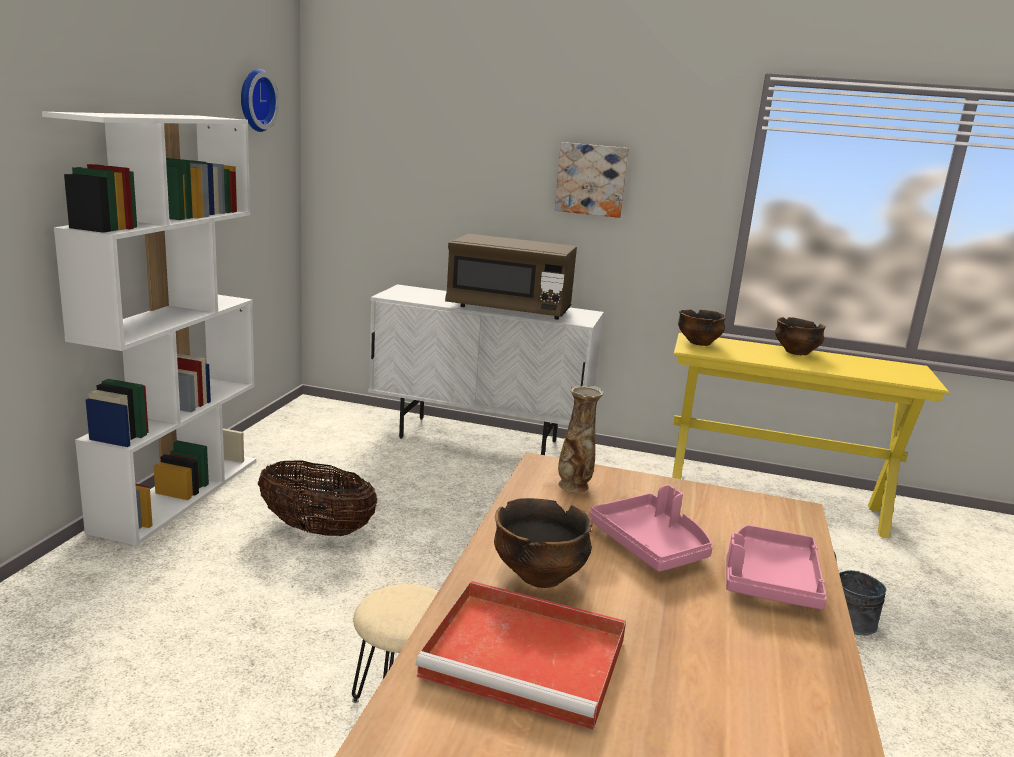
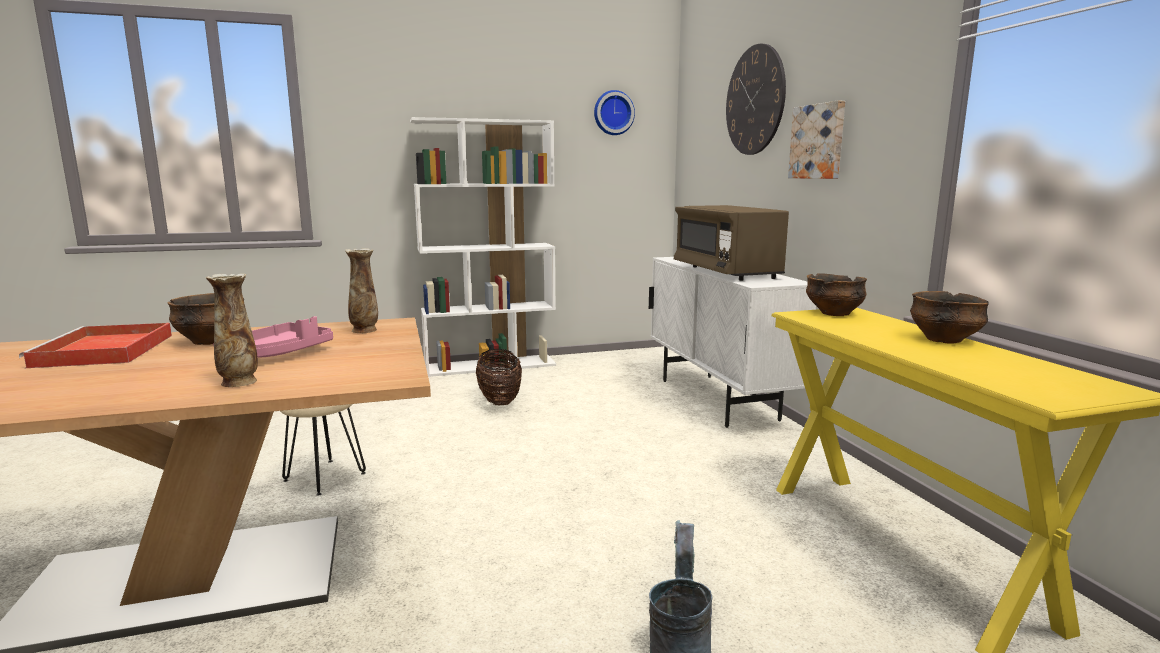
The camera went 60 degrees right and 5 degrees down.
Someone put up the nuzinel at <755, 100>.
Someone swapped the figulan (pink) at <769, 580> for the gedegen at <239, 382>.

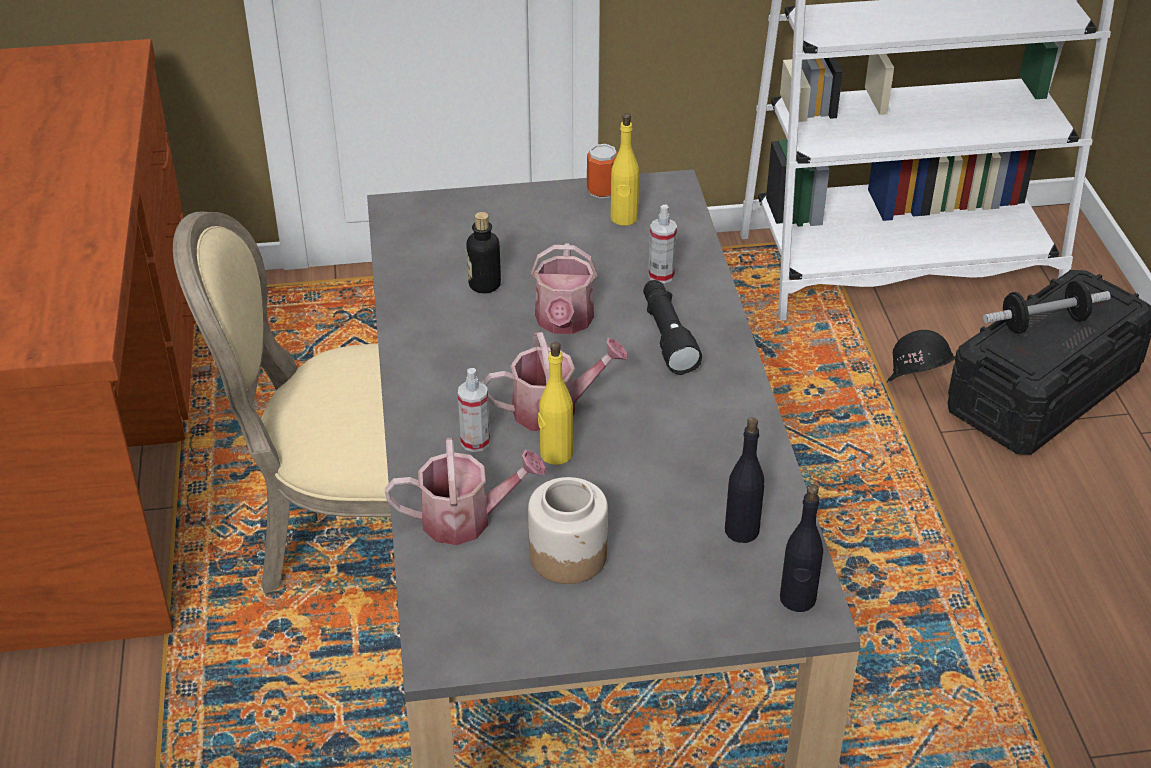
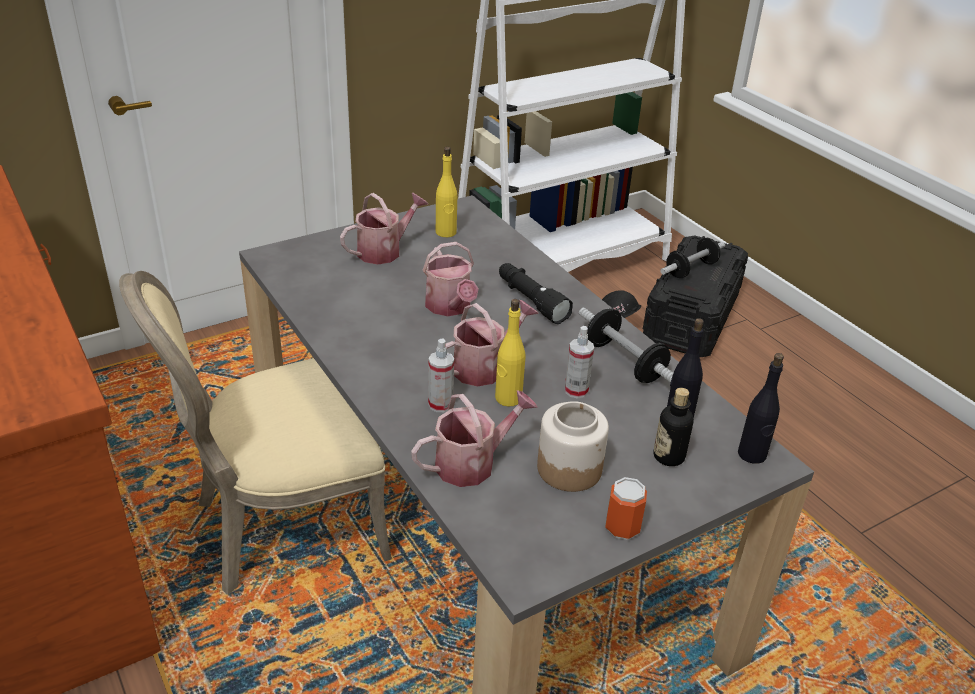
The camera went 25 degrees left and 5 degrees down.
Someone put down the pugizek at <384, 250>.
Someone put down the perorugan at <625, 362>.
Someone carried the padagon from <484, 284> to <668, 456>.
Someone carried the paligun from <602, 190> to <622, 527>.
Someone carried the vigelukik from <661, 275> to <576, 390>.

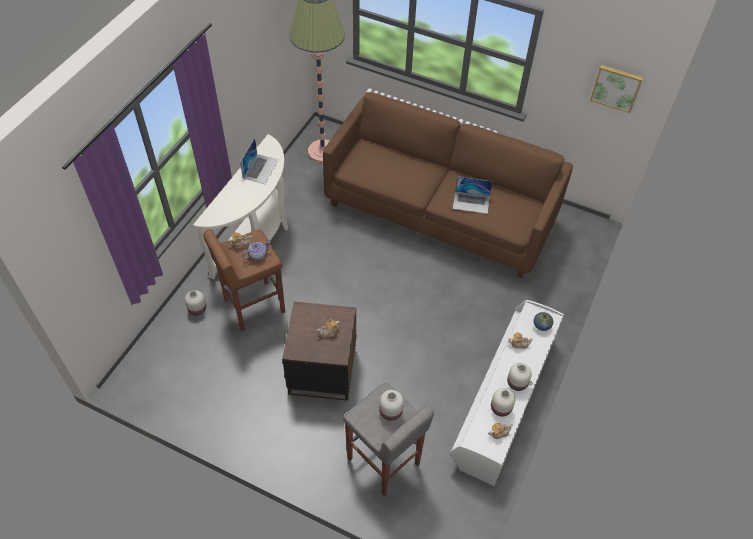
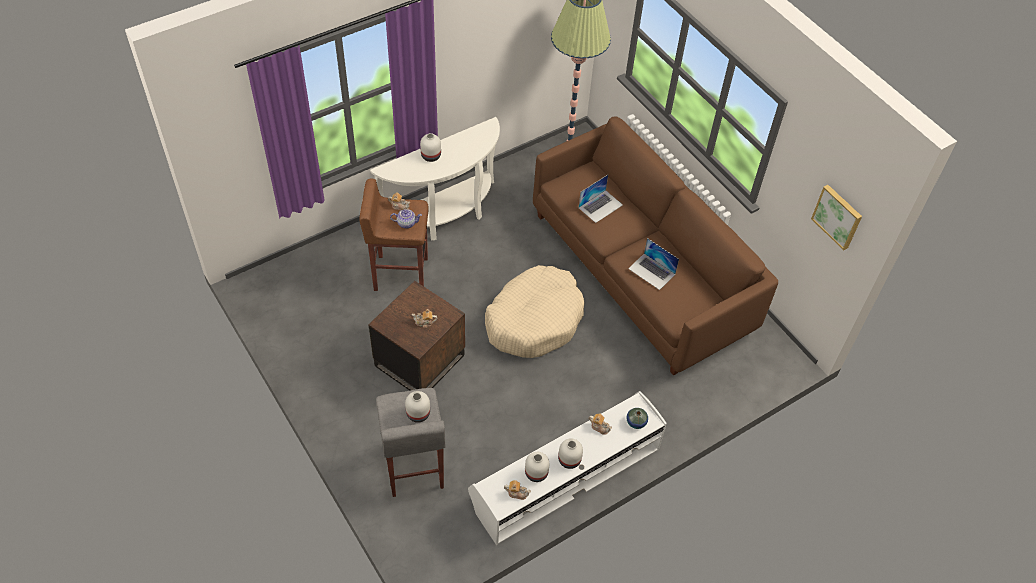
The camera went 30 degrees right and 0 degrees up.
Someone put down the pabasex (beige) at <534, 320>.
Someone carried the gedegen (white) from <197, 309> to <430, 156>.
Someone carried the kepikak from <260, 169> to <600, 206>.

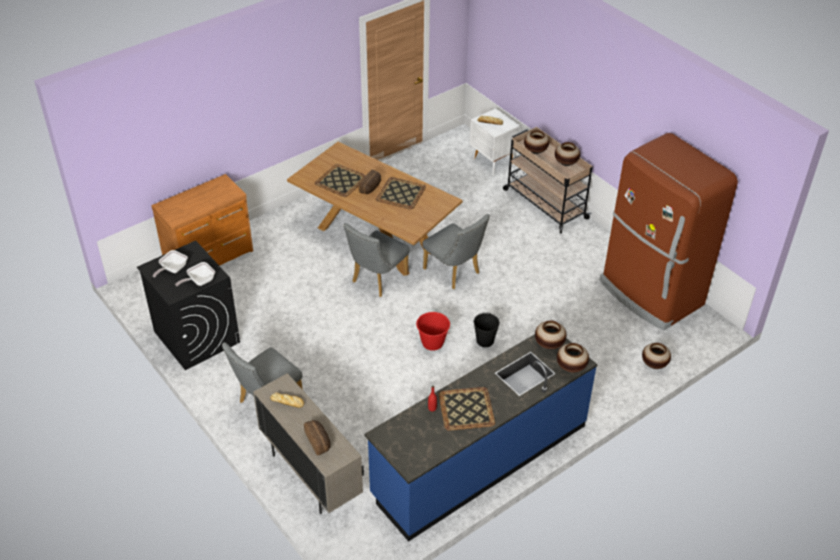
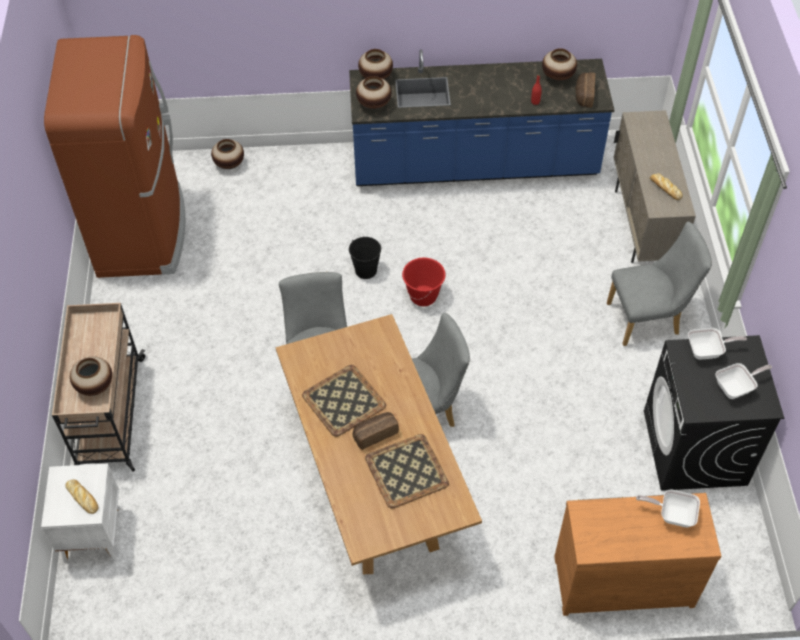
The camera went 145 degrees left and 10 degrees up.
Someone took away the figulan at <467, 409>.
Someone put down the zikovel at <672, 514>.
Someone carried the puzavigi from <319, 441> to <583, 95>.
Someone carried the gedegen from <566, 163> to <557, 77>.

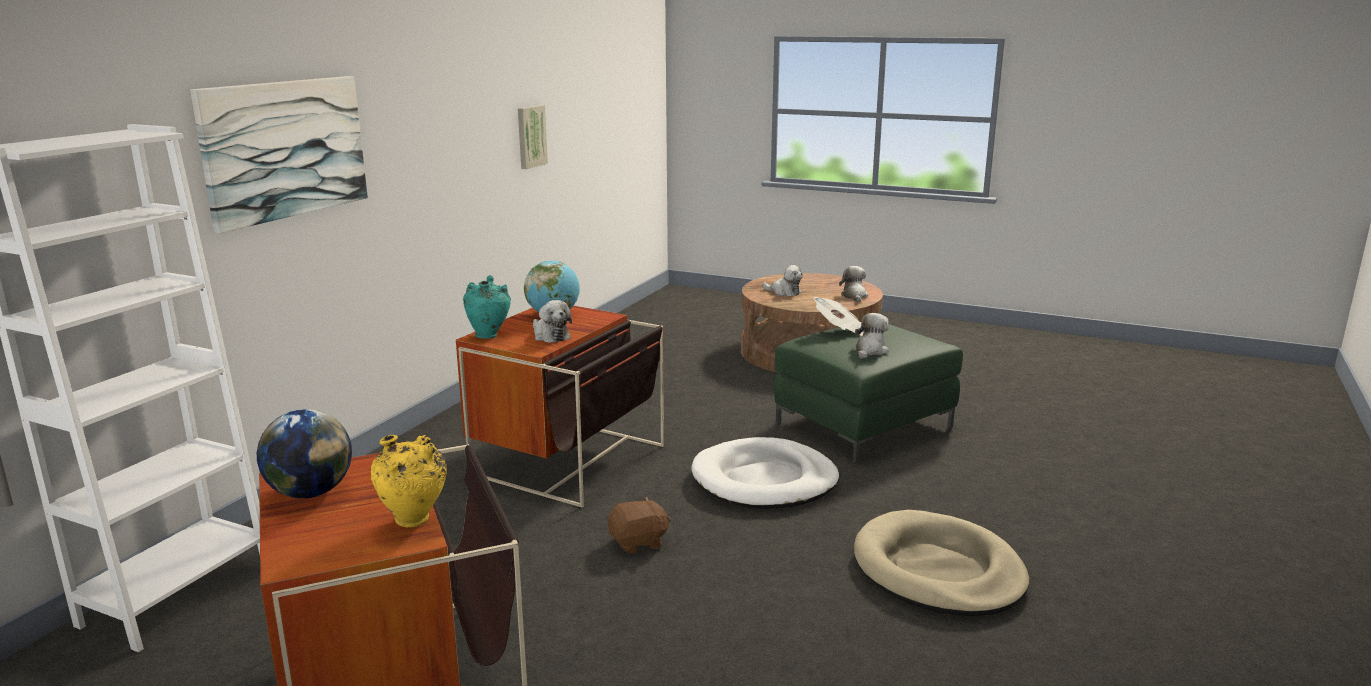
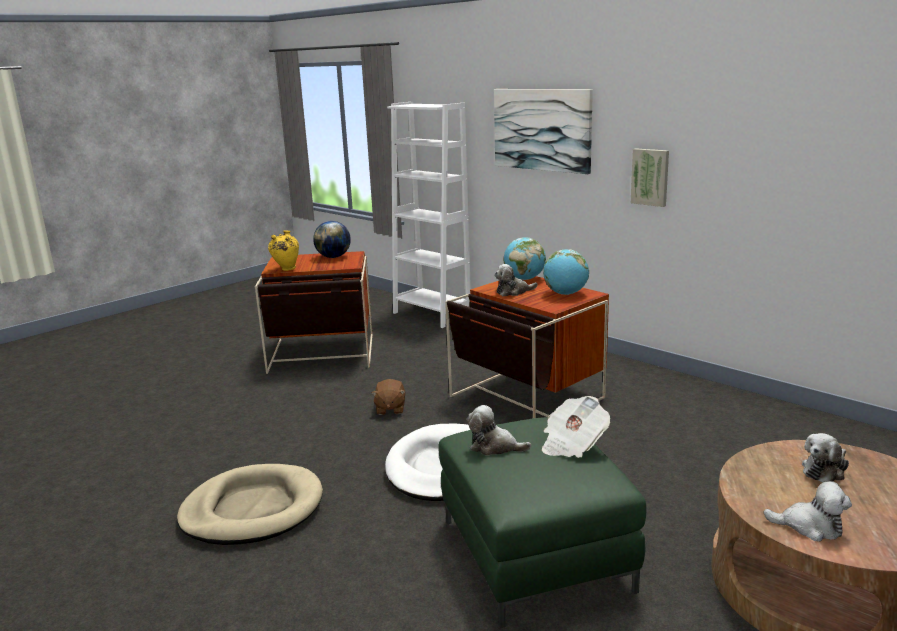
The camera went 110 degrees right and 0 degrees up.
Someone carried the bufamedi from <530, 136> to <650, 177>.
Someone swapped the gedegen (turquoise) at <489, 335> for the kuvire at <524, 279>.
Someone rotated the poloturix at <870, 350> by 150 degrees clockwise.

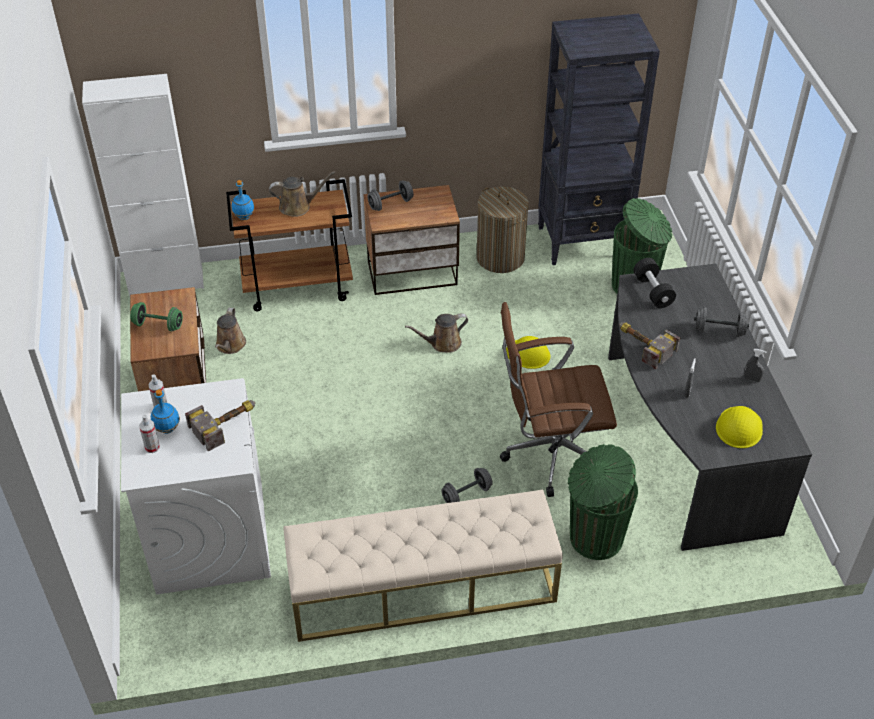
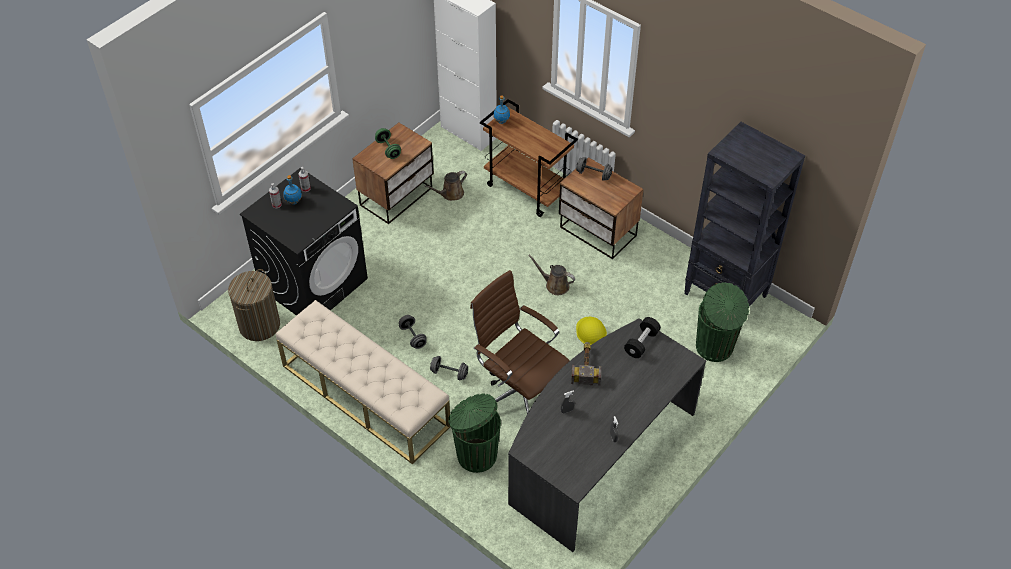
The camera went 50 degrees right and 5 degrees up.
Someone took away the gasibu at <227, 423>.
Someone took away the pugizek (brown) at <298, 206>.
Someone took away the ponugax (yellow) at <739, 427>.
Someone carried the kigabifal from <500, 257> to <259, 325>.
Someone carried the perorugan (grey) from <719, 331> to <413, 337>.
Someone repainted the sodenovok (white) at <210, 536>, which became the sodenovok (black) at <314, 283>.

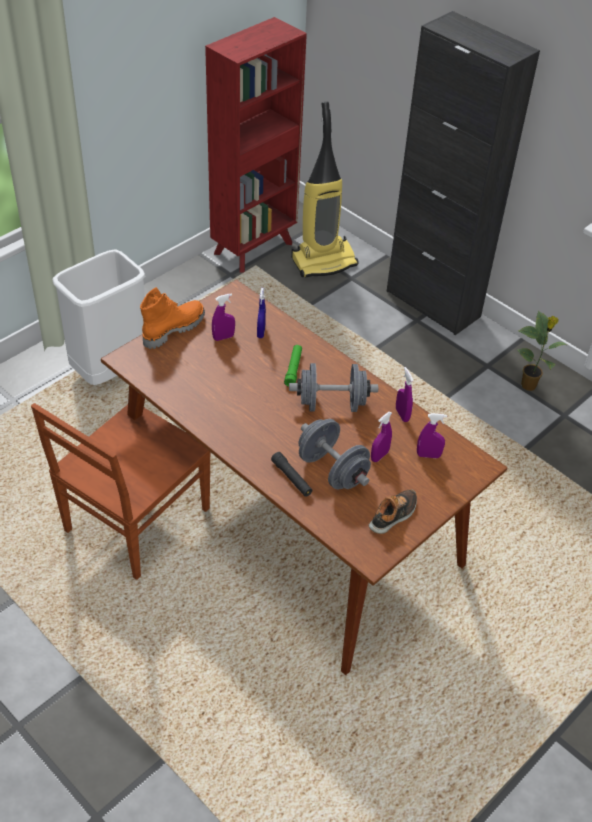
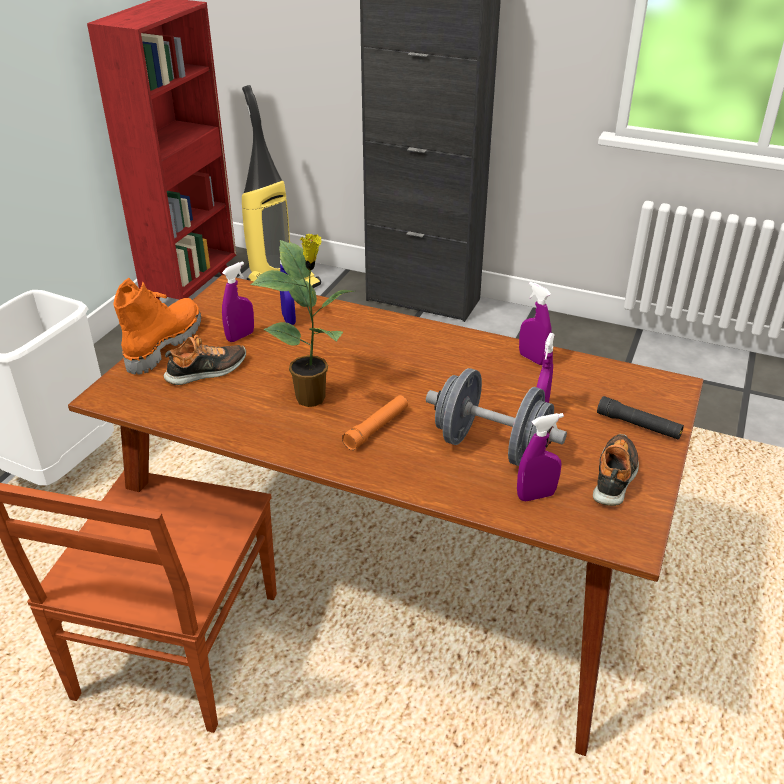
The camera went 20 degrees left and 10 degrees down.
Someone took away the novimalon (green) at <293, 369>.
Someone took away the perorugan (grey) at <332, 404>.
Someone put down the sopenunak at <207, 371>.
Someone put down the novimalon (orange) at <376, 428>.
Someone carried the novimalon (black) from <291, 478> to <638, 425>.
Someone carried the vigelukik (purple) from <428, 455> to <536, 495>.
Someone carried the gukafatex from <529, 386> to <312, 398>.

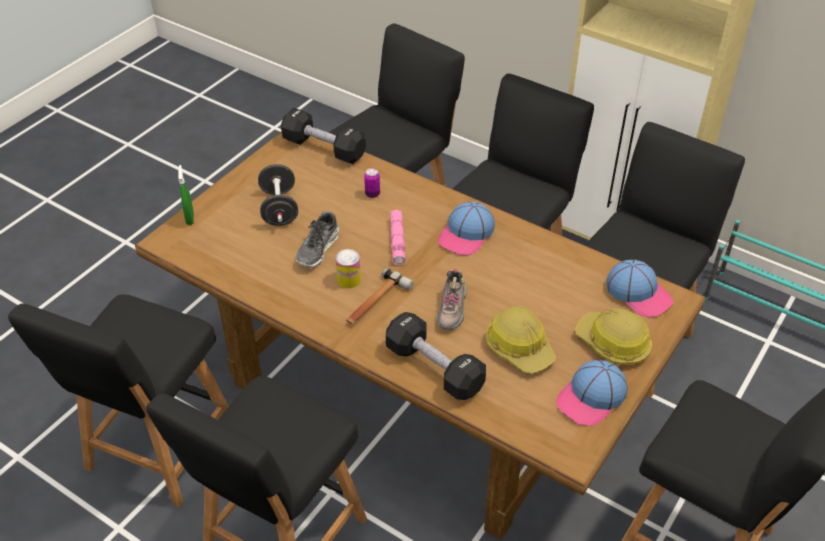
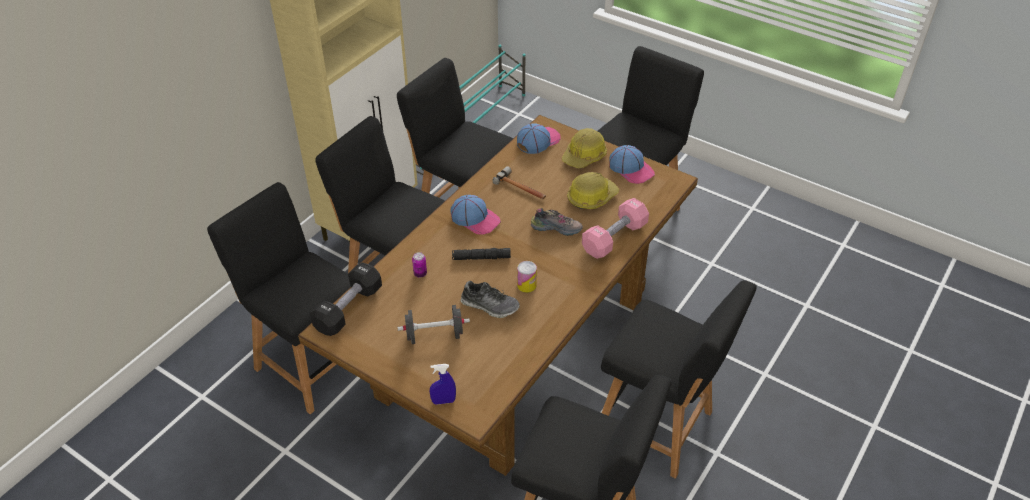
The camera went 90 degrees left and 0 degrees up.
Someone carried the gasibu from <376, 302> to <521, 188>.
Someone repainted the vigelukik (green) at <190, 218>, which became the vigelukik (blue) at <443, 401>.
Someone repainted the perorugan (black) at <434, 368>, which became the perorugan (pink) at <614, 238>.
Someone repainted the novimalon (pink) at <397, 241>, which became the novimalon (black) at <481, 258>.

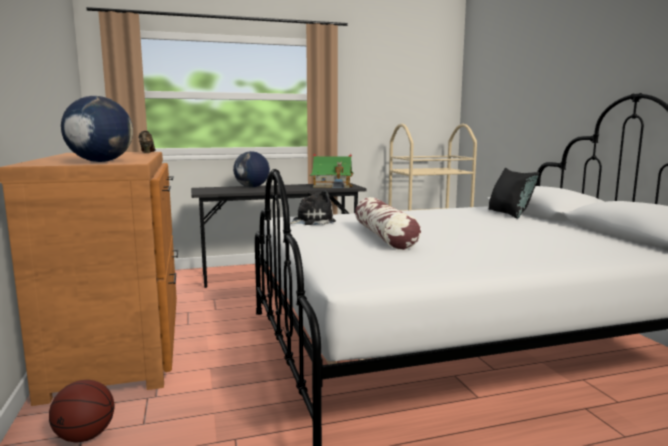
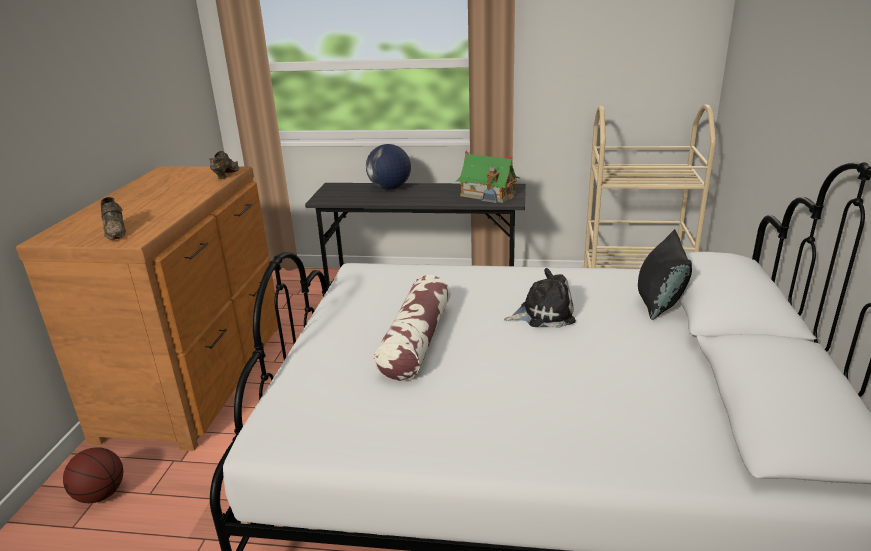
The camera went 25 degrees right and 15 degrees up.
Someone carried the poloturix from <311, 221> to <543, 314>.
Someone swapped the kuvire at <100, 161> for the sopenunak (brown) at <116, 231>.

